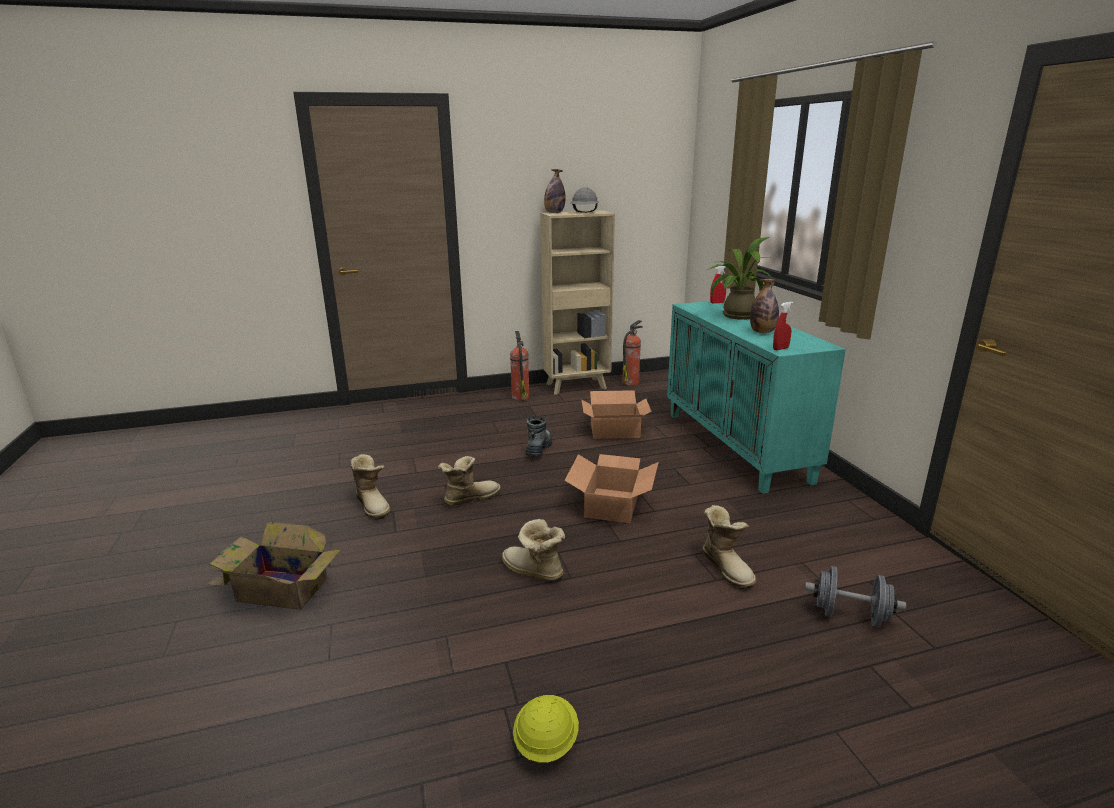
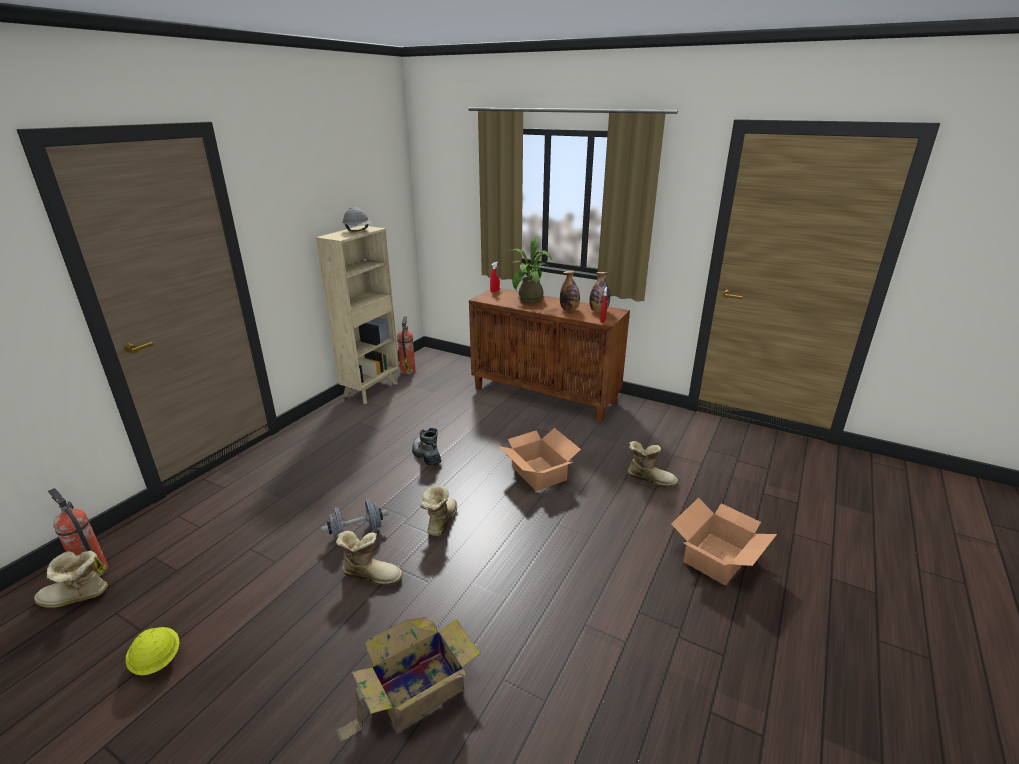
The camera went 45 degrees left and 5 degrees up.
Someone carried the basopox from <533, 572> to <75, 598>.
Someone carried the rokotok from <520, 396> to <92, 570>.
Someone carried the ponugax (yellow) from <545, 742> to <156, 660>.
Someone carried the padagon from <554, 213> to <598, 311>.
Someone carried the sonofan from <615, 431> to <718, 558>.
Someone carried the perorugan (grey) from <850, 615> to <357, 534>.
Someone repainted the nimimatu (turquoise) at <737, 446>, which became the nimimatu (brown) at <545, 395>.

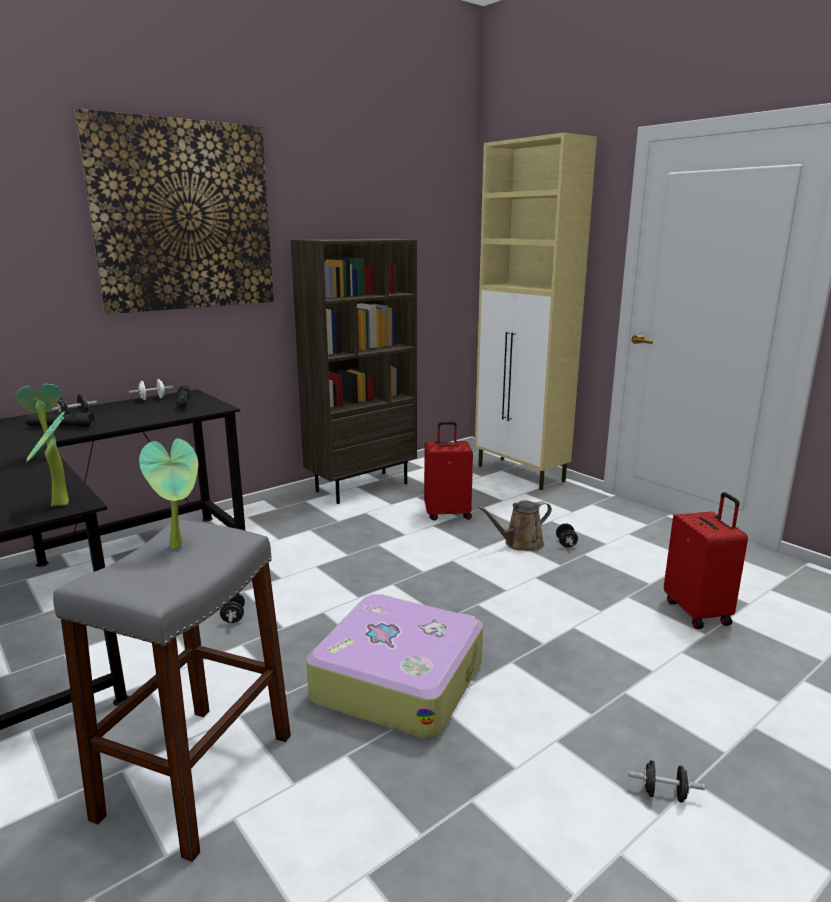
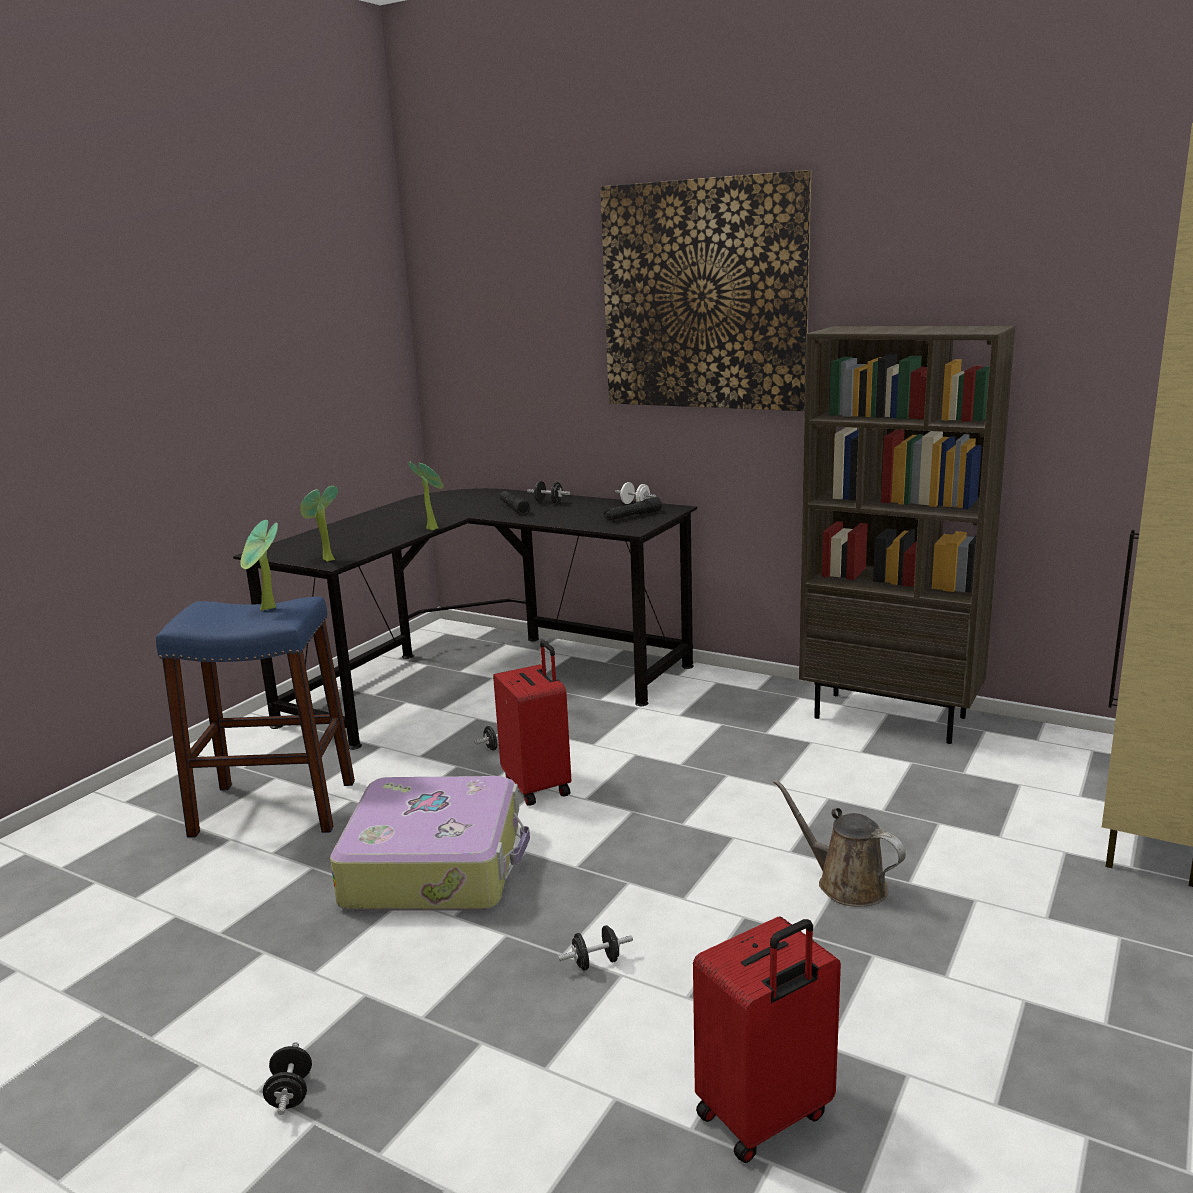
The camera went 70 degrees right and 0 degrees up.
Someone carried the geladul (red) from <447, 514> to <538, 786>.
Someone carried the perorugan (black) from <566, 543> to <596, 962>.
Someone repainted the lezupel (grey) at <196, 776>, which became the lezupel (blue) at <274, 808>.

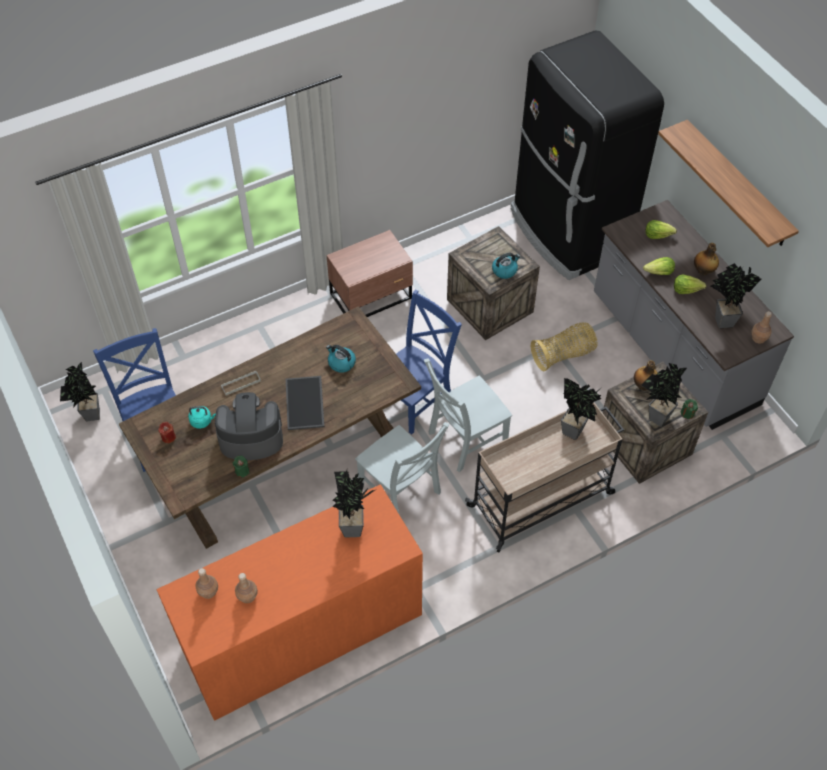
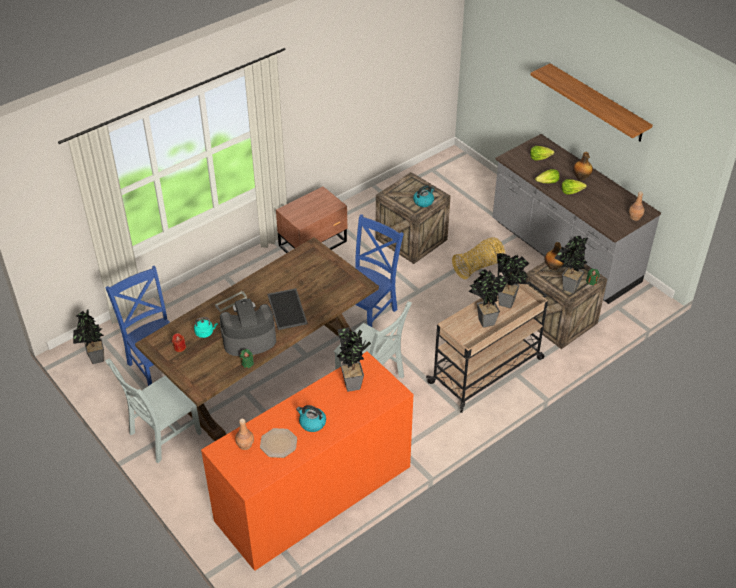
The camera went 10 degrees left and 10 degrees down.
Someone took away the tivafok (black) at <568, 233>.
Someone carried the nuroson from <341, 363> to <312, 423>.
Someone carried the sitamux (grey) from <464, 440> to <162, 435>.
Someone carried the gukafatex from <720, 321> to <483, 321>.
Someone swapped the padagon (brown) at <247, 596> for the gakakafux at <278, 443>.

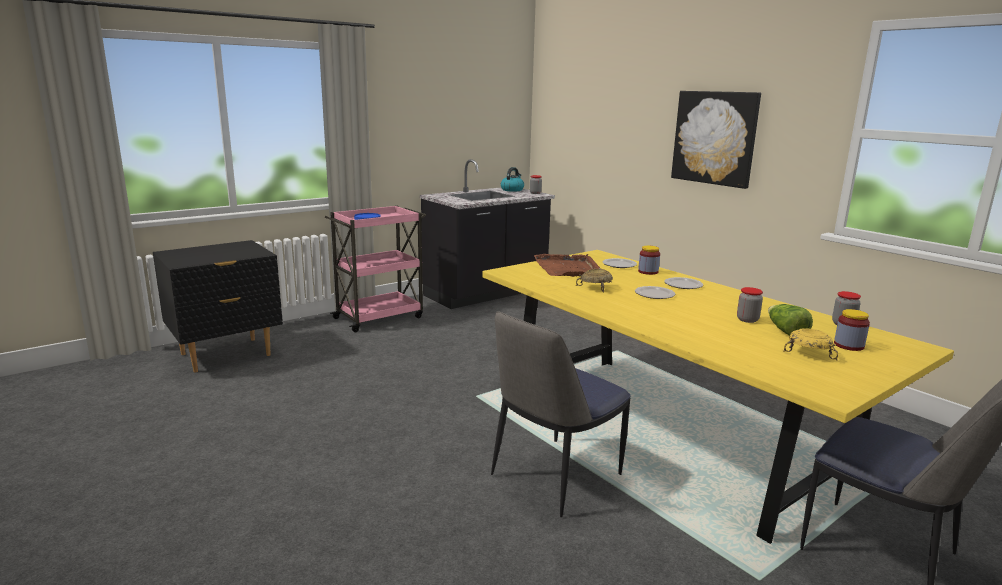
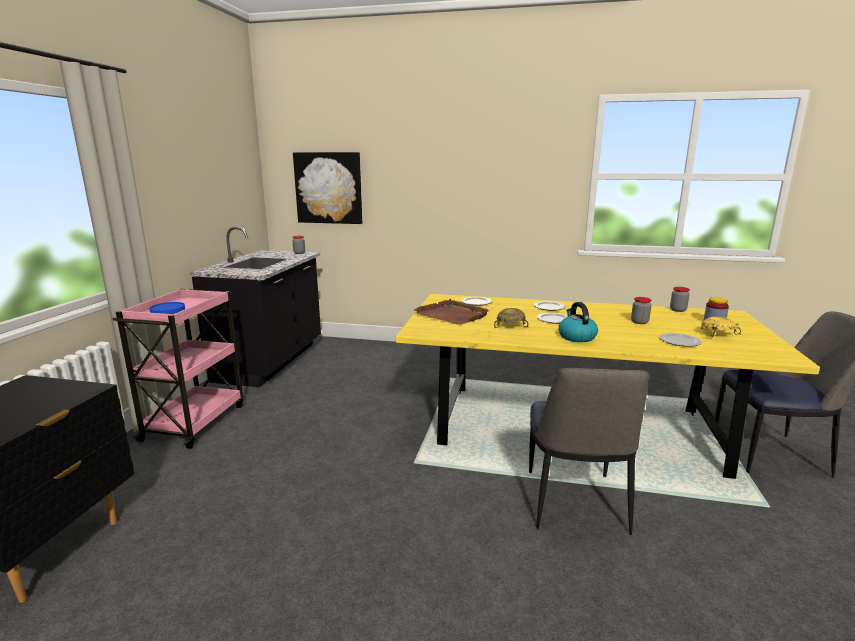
The camera went 40 degrees left and 0 degrees up.
Someone took away the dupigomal at <648, 272>.
Someone took away the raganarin at <785, 331>.
Someone put down the gakakafux at <680, 341>.
Someone carried the nuroson from <512, 190> to <576, 337>.
Someone carried the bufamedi from <715, 138> to <328, 188>.

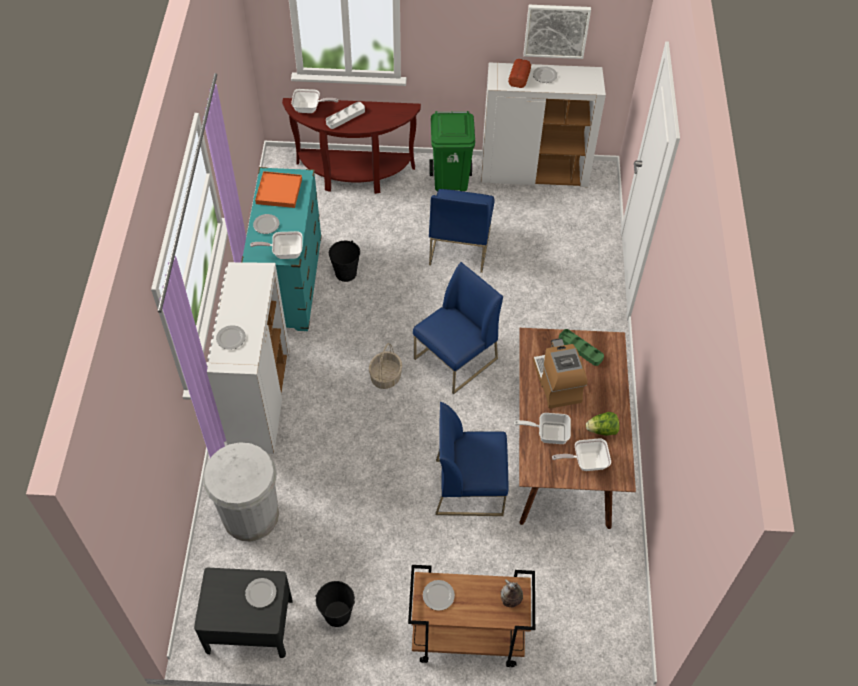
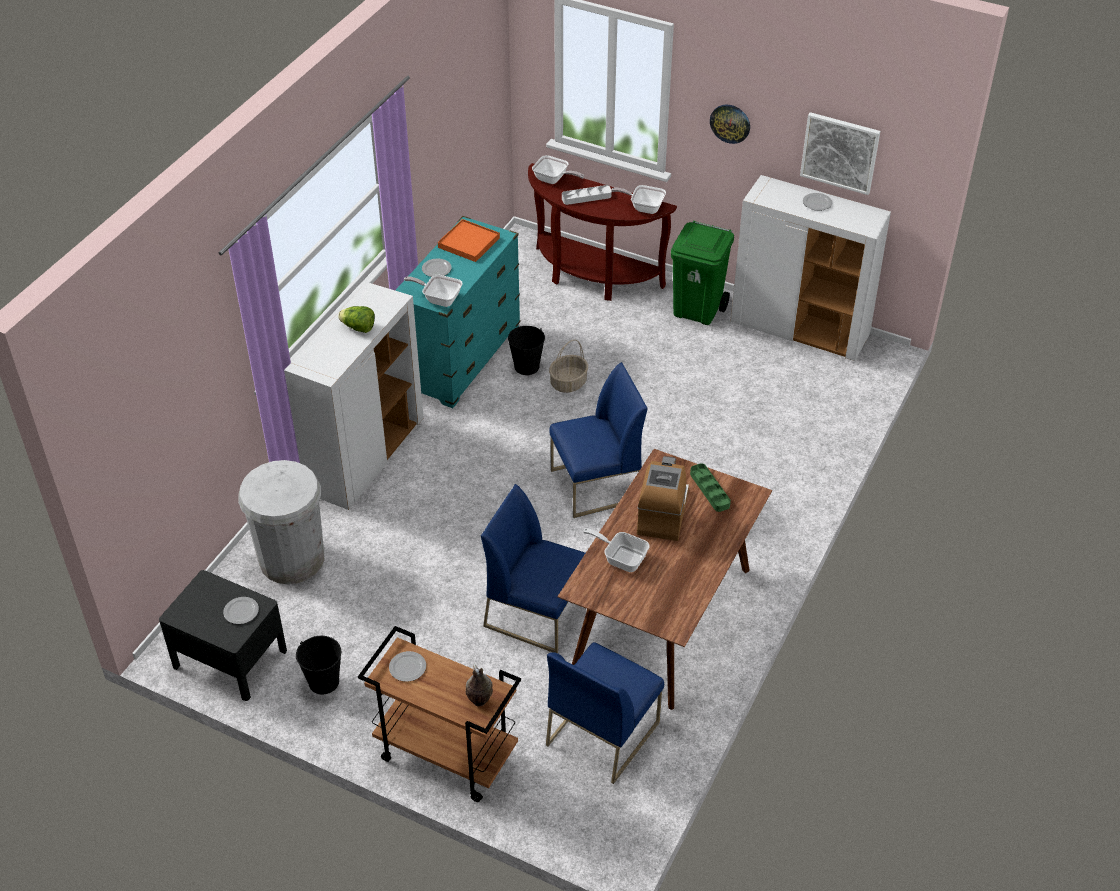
The camera went 25 degrees right and 10 degrees down.
Someone took away the gakakafux at <231, 338>.
Someone took away the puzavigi at <519, 76>.
Someone put up the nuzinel at <730, 123>.
Someone carried the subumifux from <386, 377> to <568, 383>.
Someone carried the sitamux (blue) from <459, 246> to <602, 732>.
Someone carried the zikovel from <586, 461> to <643, 207>.
Someone carried the raganarin from <602, 430> to <358, 328>.

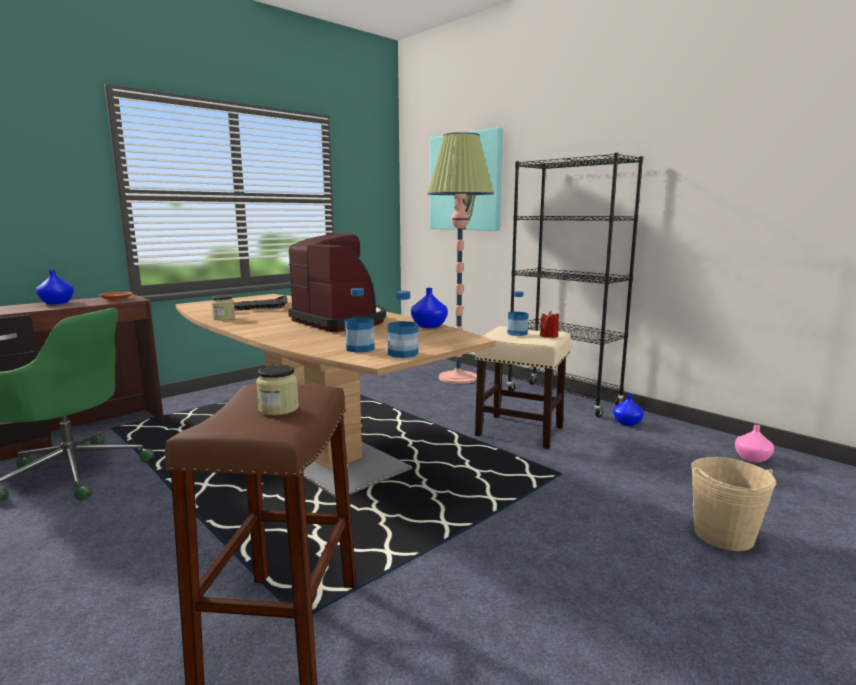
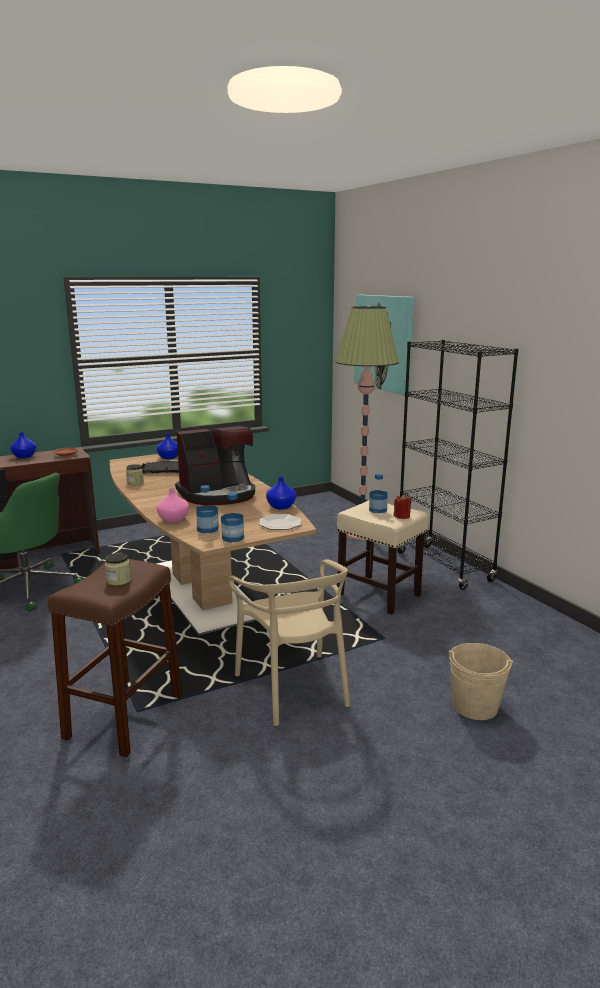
The camera went 15 degrees right and 5 degrees up.
Someone put down the sitamux (beige) at <293, 688>.
Someone put down the gakakafux at <280, 523>.
Someone carried the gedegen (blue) from <627, 423> to <169, 457>.
Someone carried the gedegen (pink) from <751, 458> to <173, 519>.
Someone rotated the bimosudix at <340, 321> by 90 degrees clockwise.

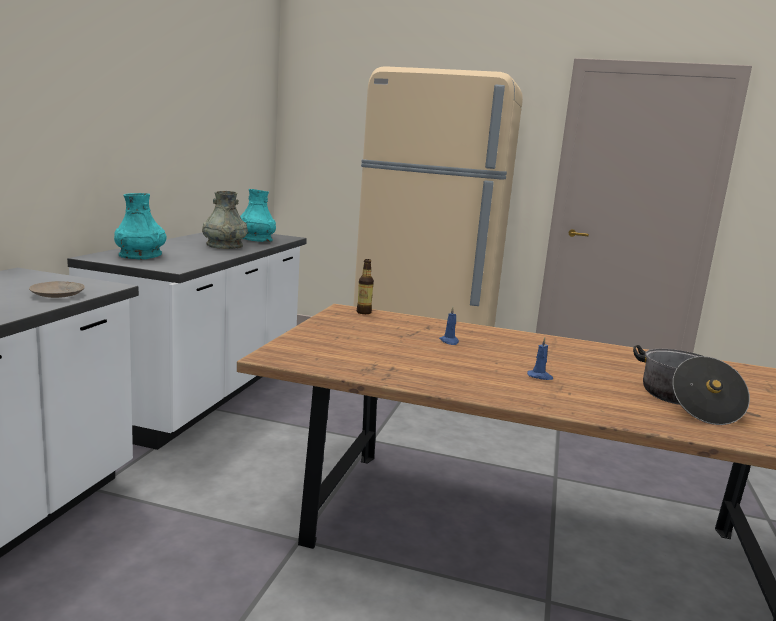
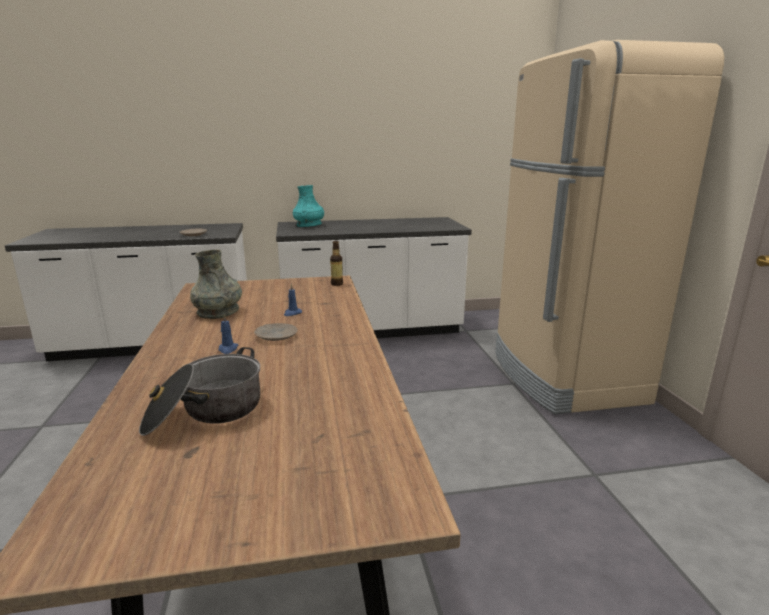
The camera went 65 degrees right and 5 degrees up.
Someone took away the gedegen (turquoise) at <255, 240>.
Someone put down the gakakafux (beige) at <276, 336>.
Someone carried the gedegen (grey) from <224, 245> to <218, 312>.

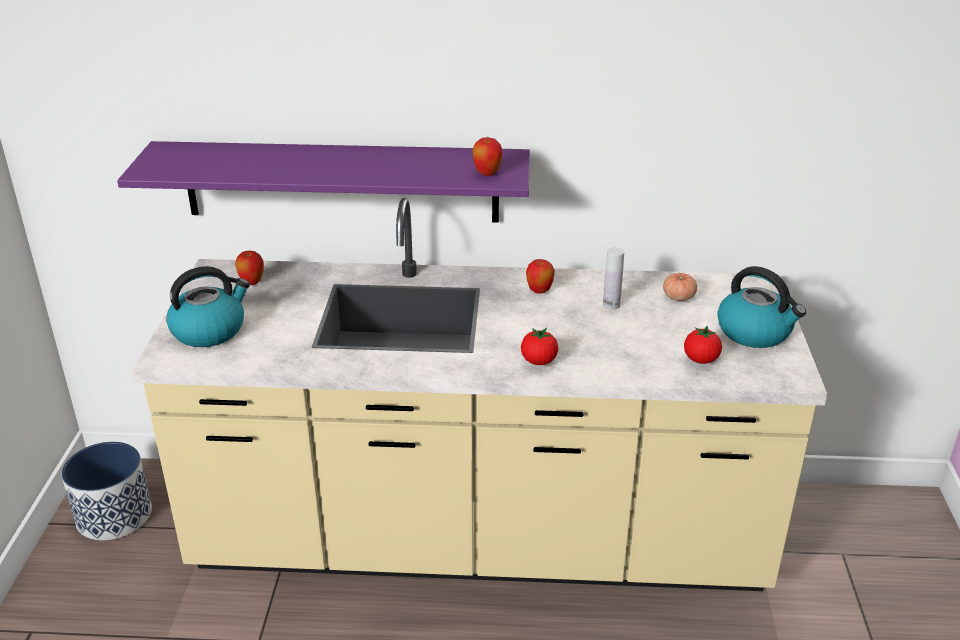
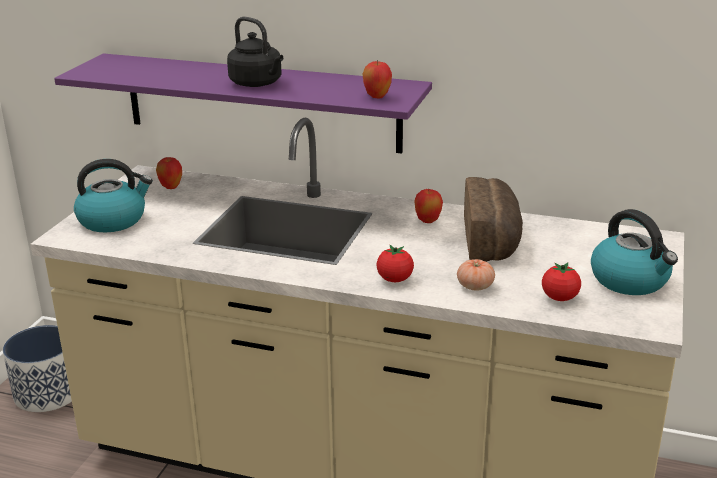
The camera went 15 degrees right and 5 degrees down.
Someone put down the nuroson (black) at <258, 83>.
Someone carried the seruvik from <678, 297> to <475, 286>.
Someone swapped the padagon (white) at <611, 305> for the puzavigi at <492, 240>.

